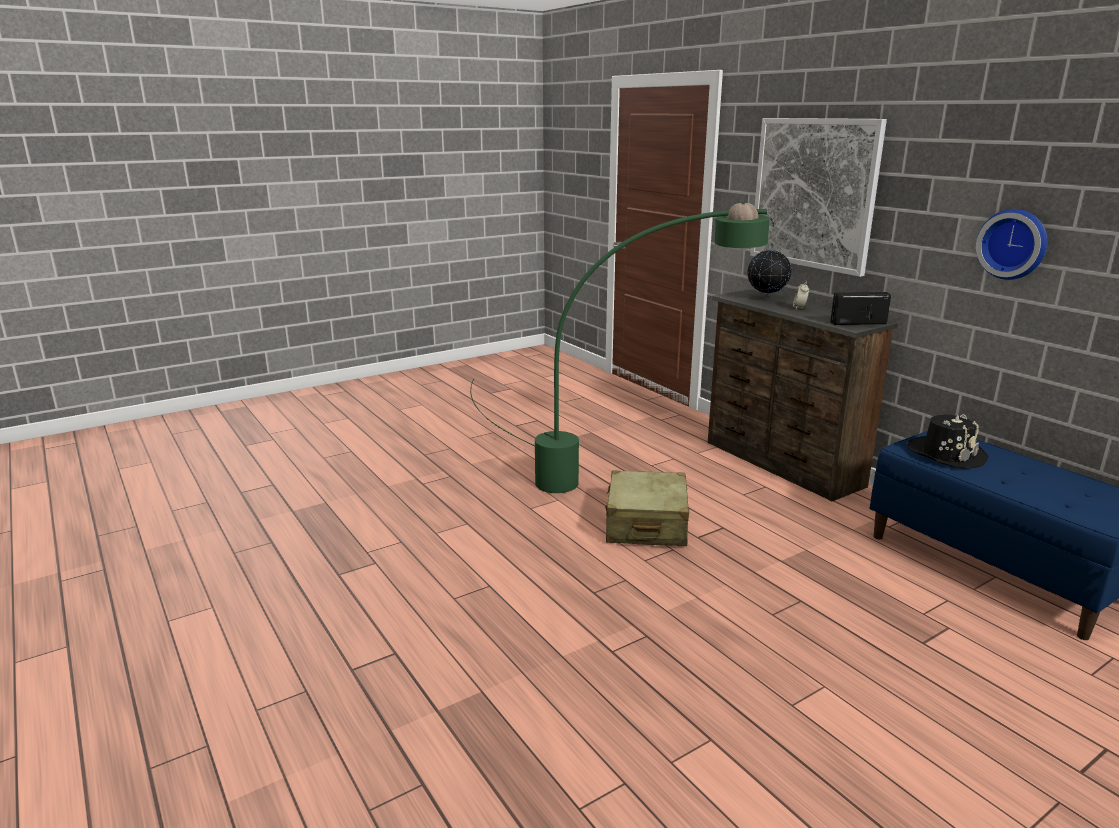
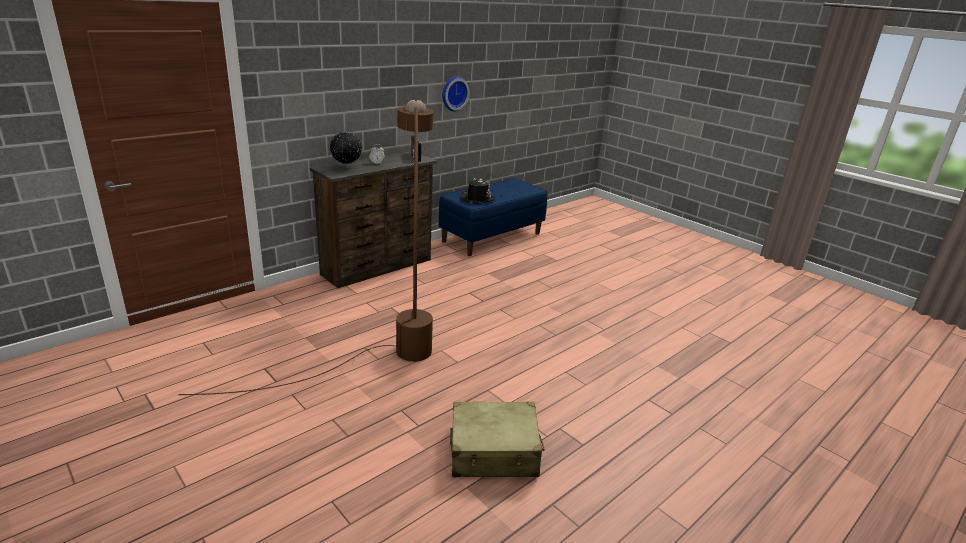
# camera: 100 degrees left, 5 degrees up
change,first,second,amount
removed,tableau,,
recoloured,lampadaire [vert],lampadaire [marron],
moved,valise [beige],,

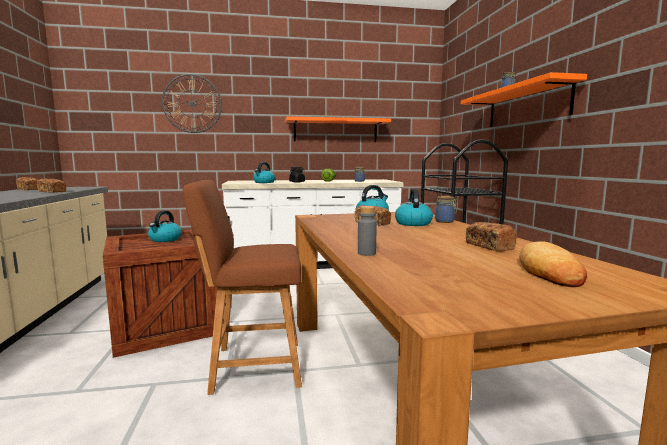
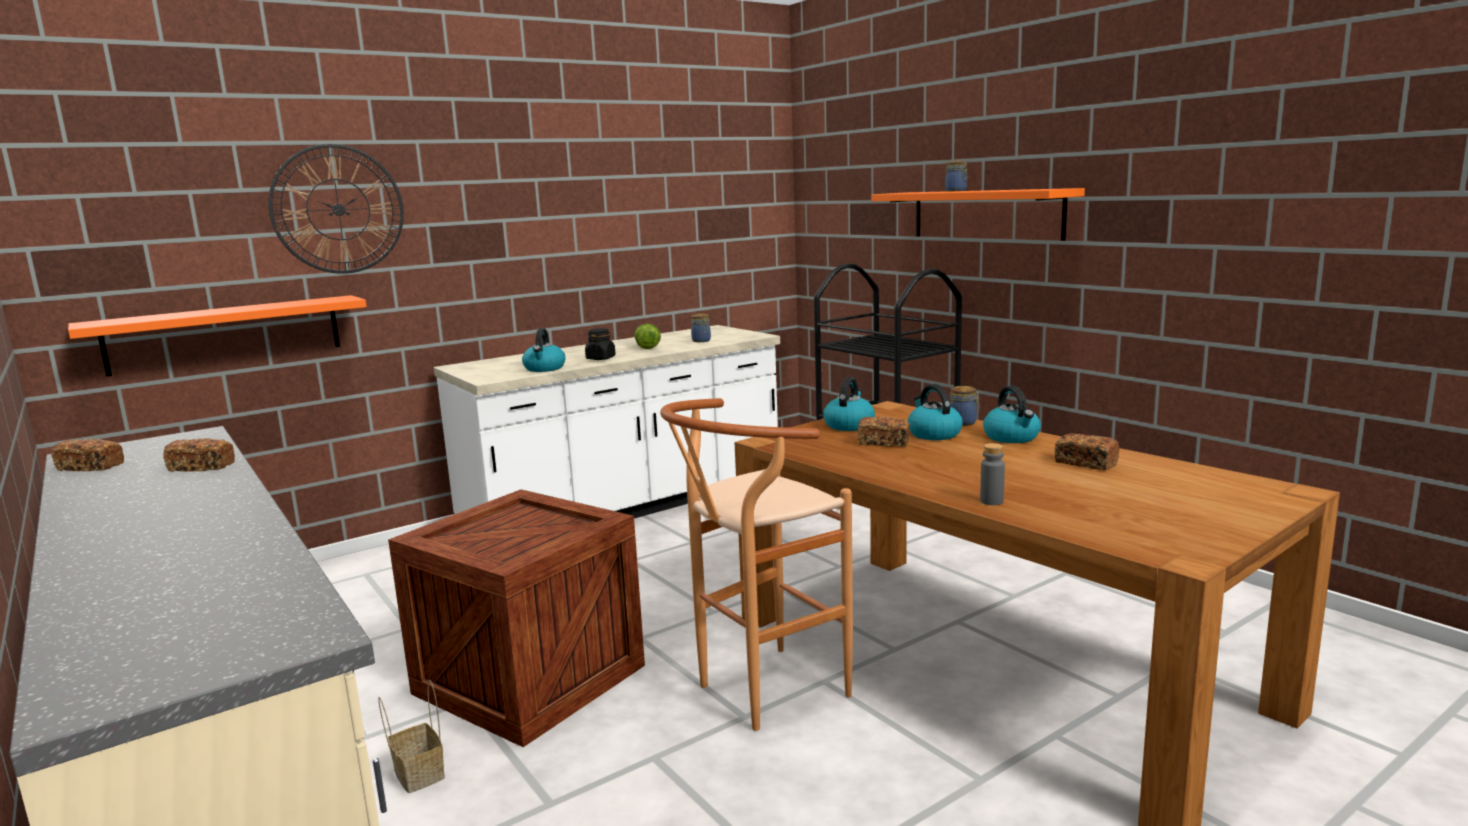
# camera: 25 degrees left, 5 degrees up
change,first,second,amount
moved,étagère [orange] (1st from left),,
replaced,chaise [marron],tabouret [marron],
moved,bouilloire (1st from left in the first image),bouilloire (4th from left),
removed,pain (5th from left),,
added,,panier,

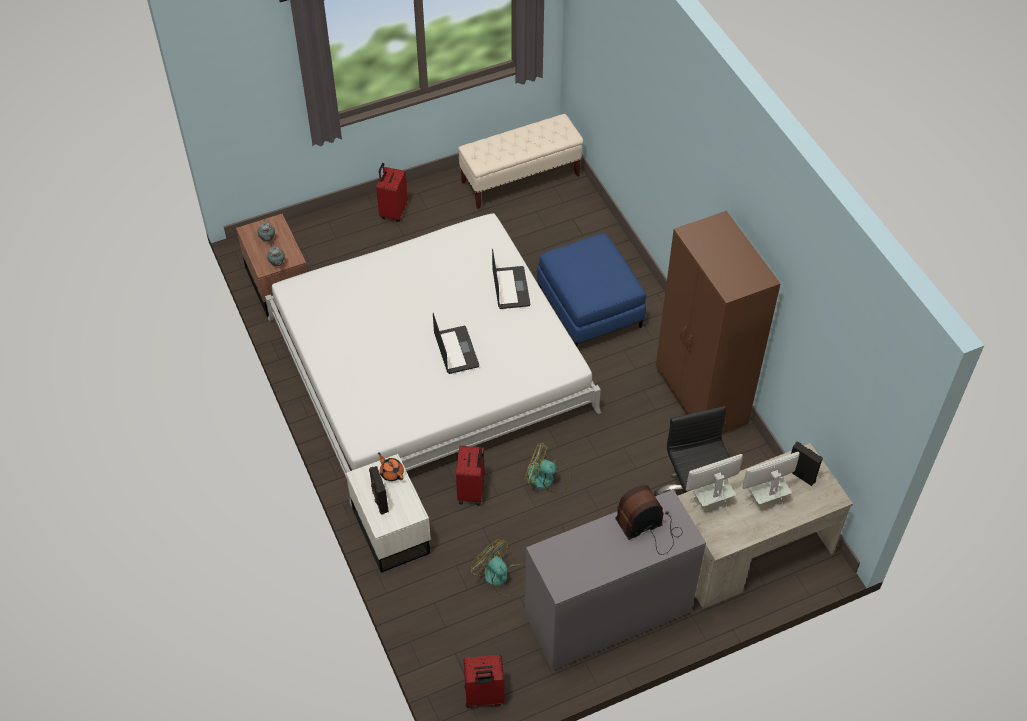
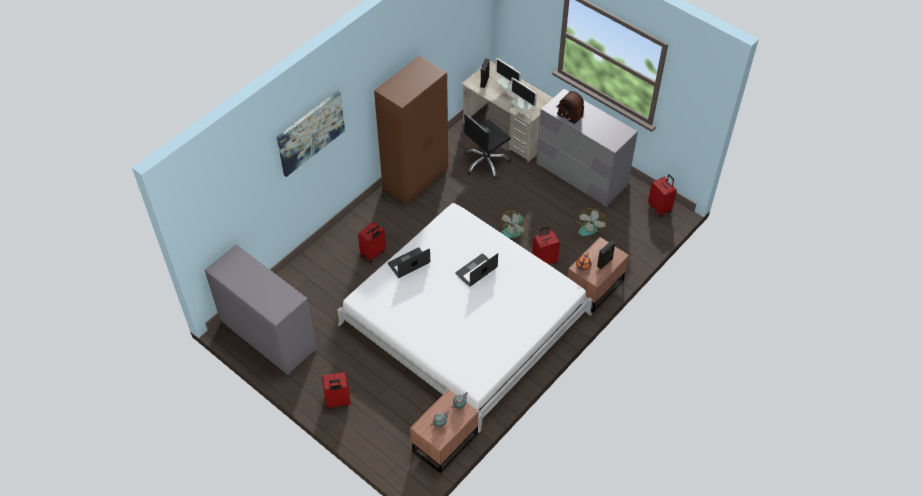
# camera: 115 degrees left, 0 degrees up
change,first,second,amount
replaced,banc [beige],commode [gris] (1st from left),
replaced,pouf [bleu],valise [rouge] (2nd from left),
turned,ventilateur (2nd from left in the first image),ventilateur (1st from left),45 degrees clockwise
recoloured,table de chevet [blanc],table de chevet [marron] (2nd from left),
added,,tableau,

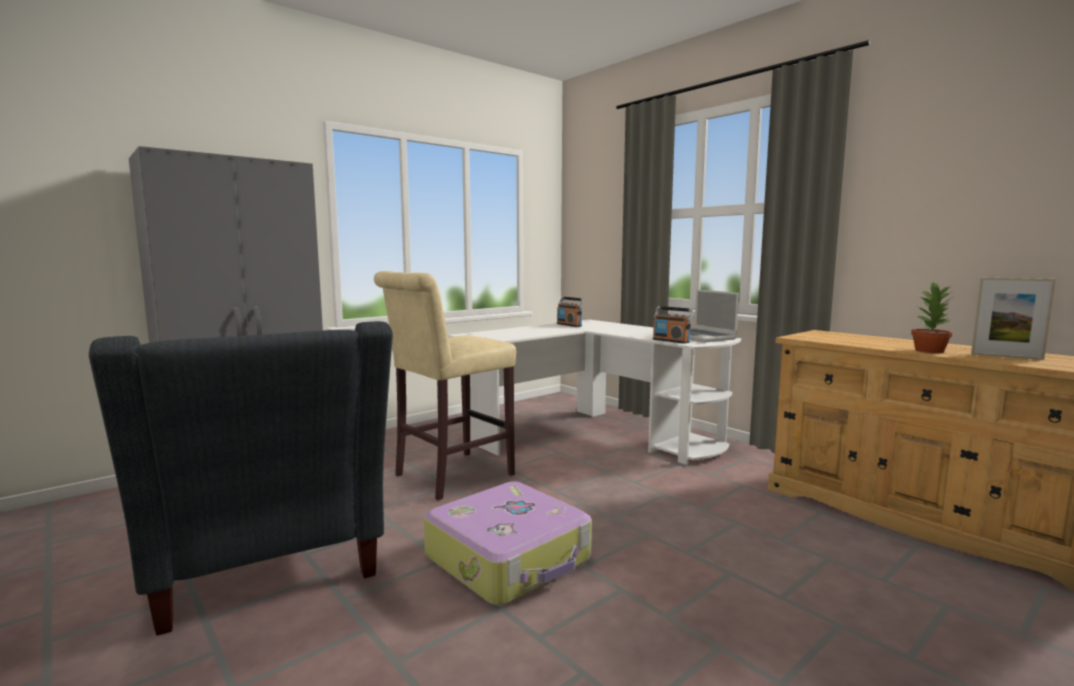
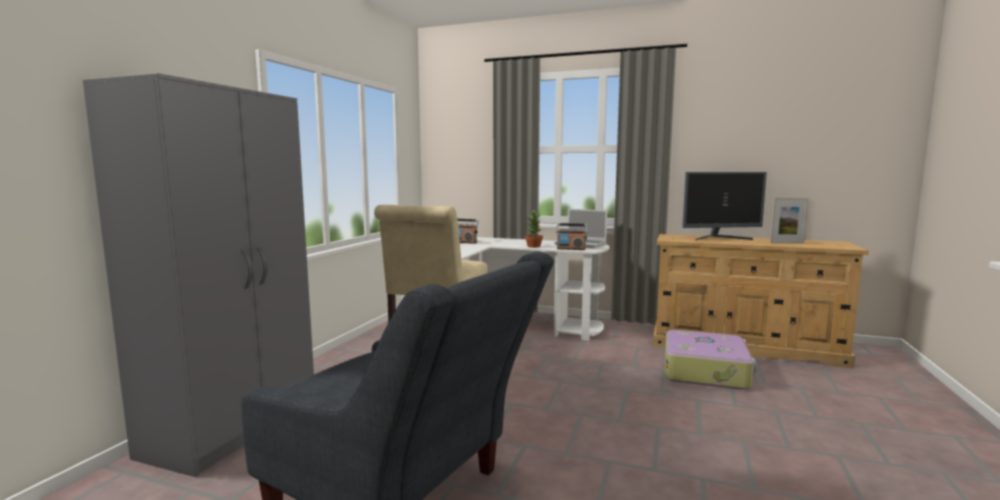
# camera: 30 degrees left, 0 degrees up
change,first,second,amount
moved,plante en pot,,
moved,valise,,
added,,écran d'ordinateur,

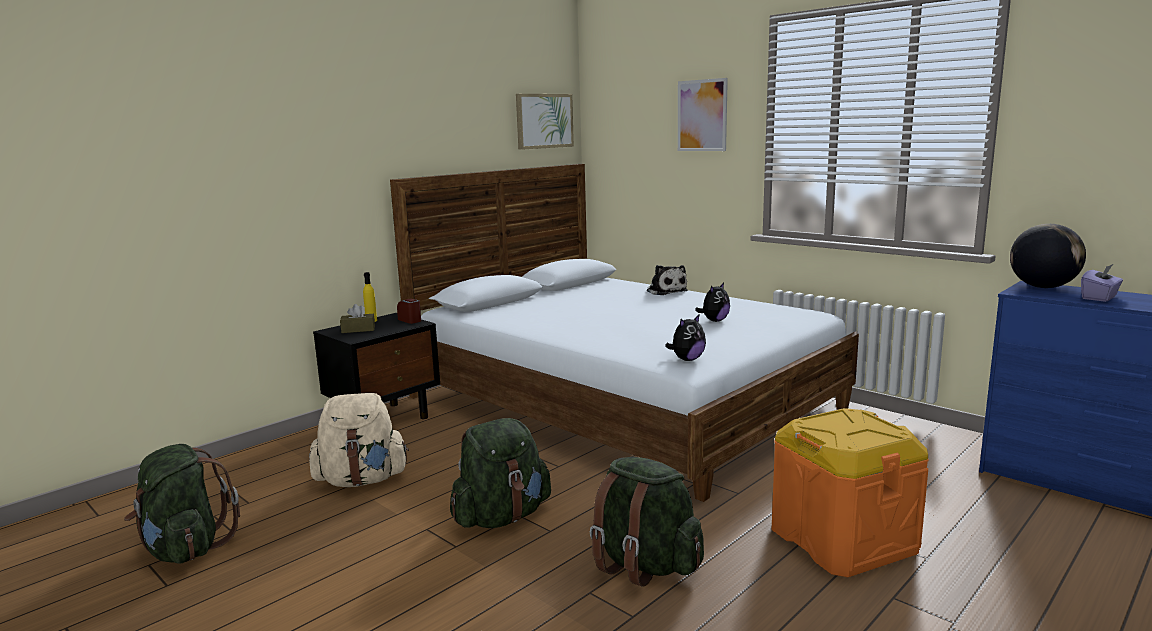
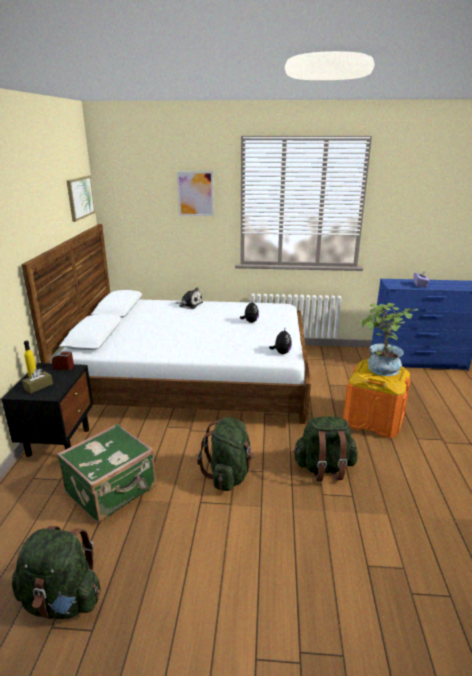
# camera: 40 degrees left, 10 degrees up
change,first,second,amount
removed,globe,,
replaced,sac à dos [beige],valise [vert],
added,,plante en pot,

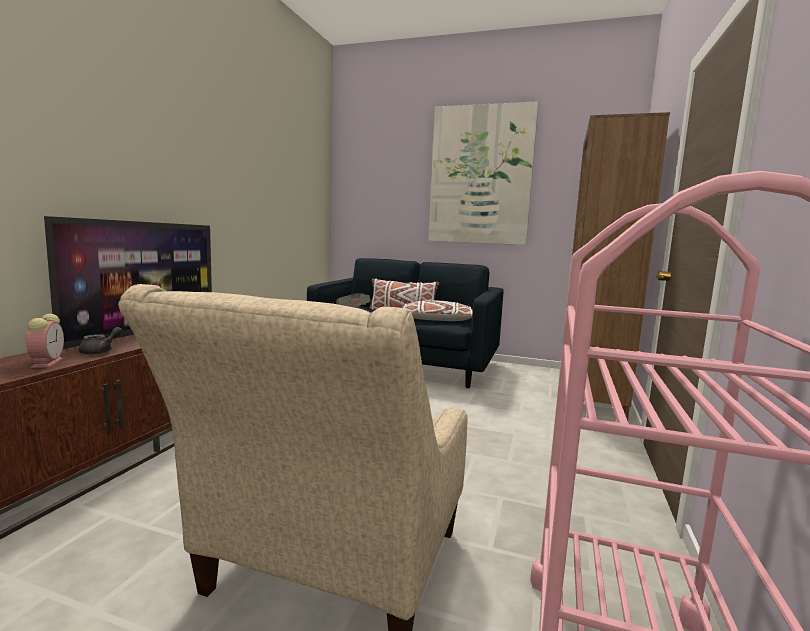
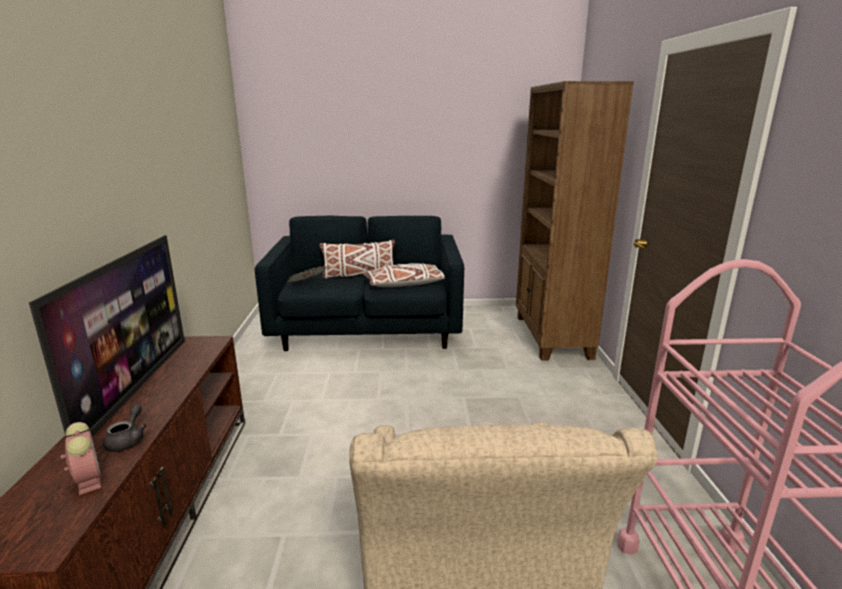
# camera: 20 degrees left, 10 degrees up
change,first,second,amount
removed,tableau,,

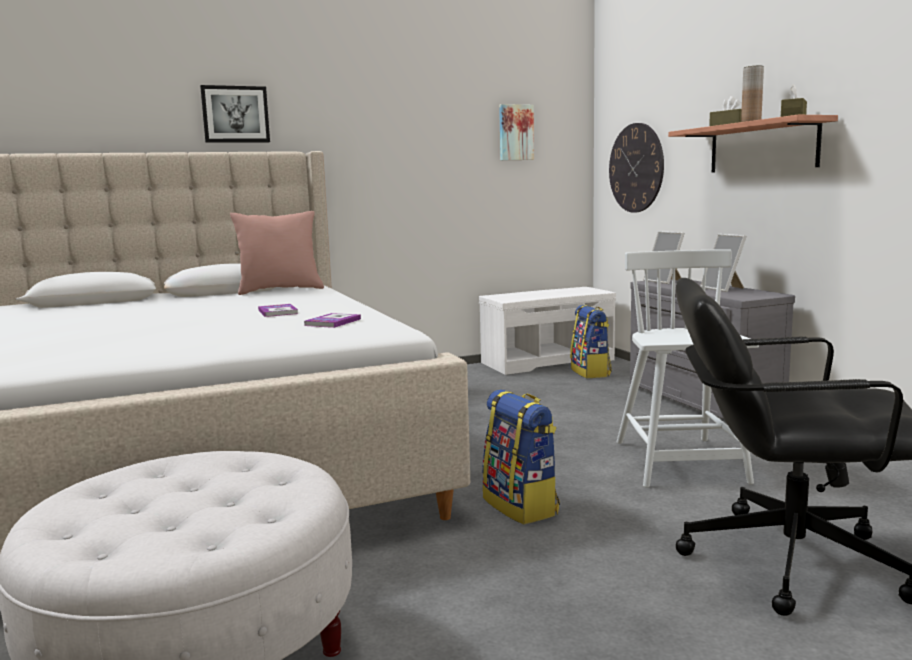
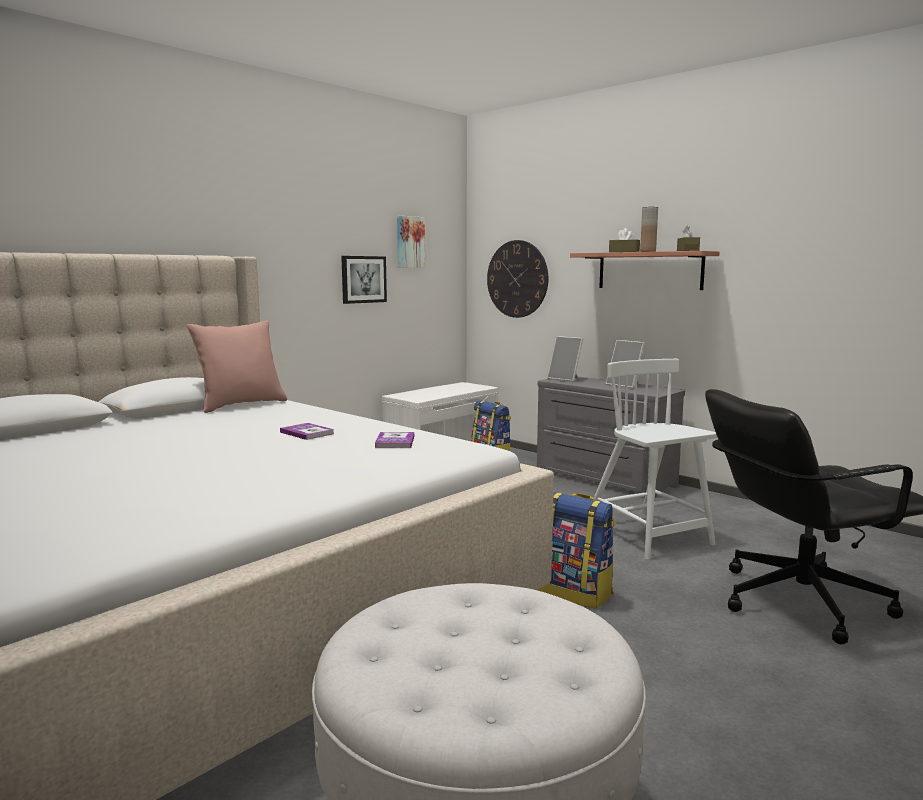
# camera: 25 degrees left, 0 degrees up
change,first,second,amount
moved,tableau (1st from left),,

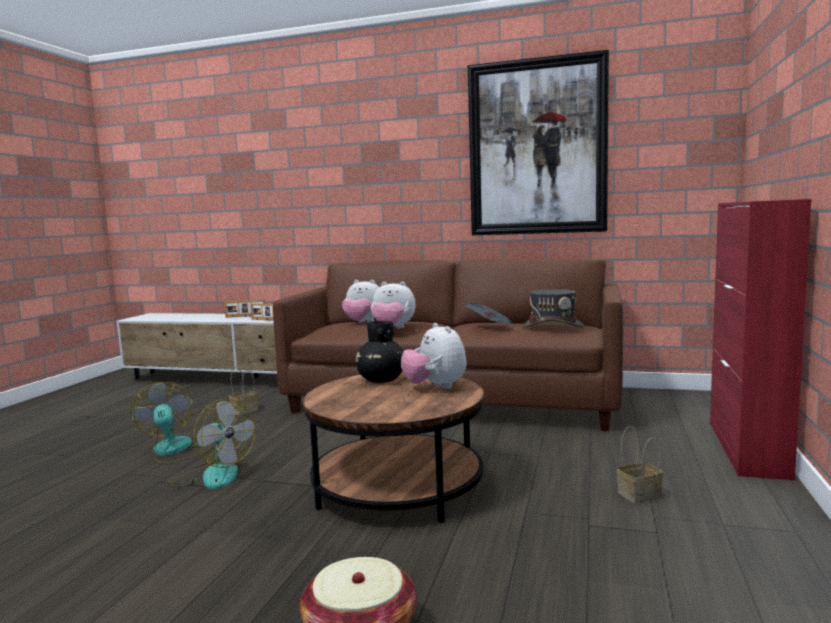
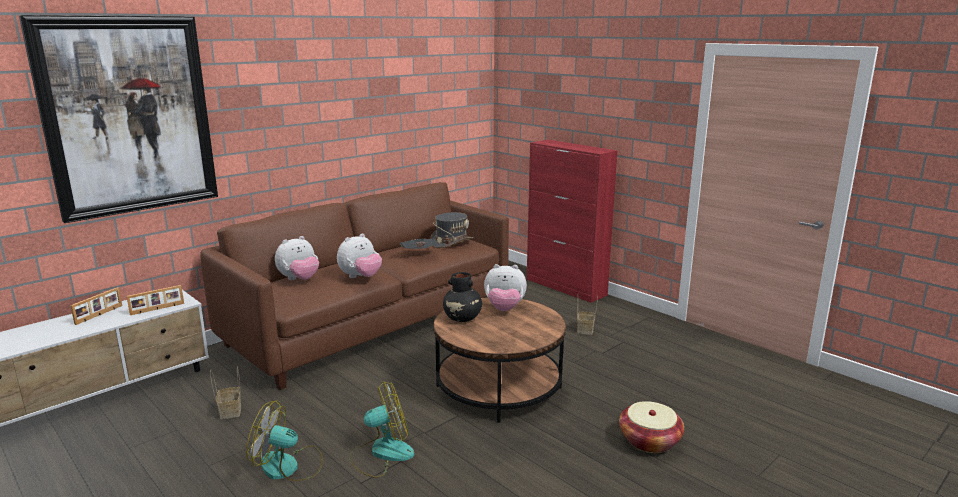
# camera: 60 degrees left, 10 degrees up
change,first,second,amount
moved,tableau,,

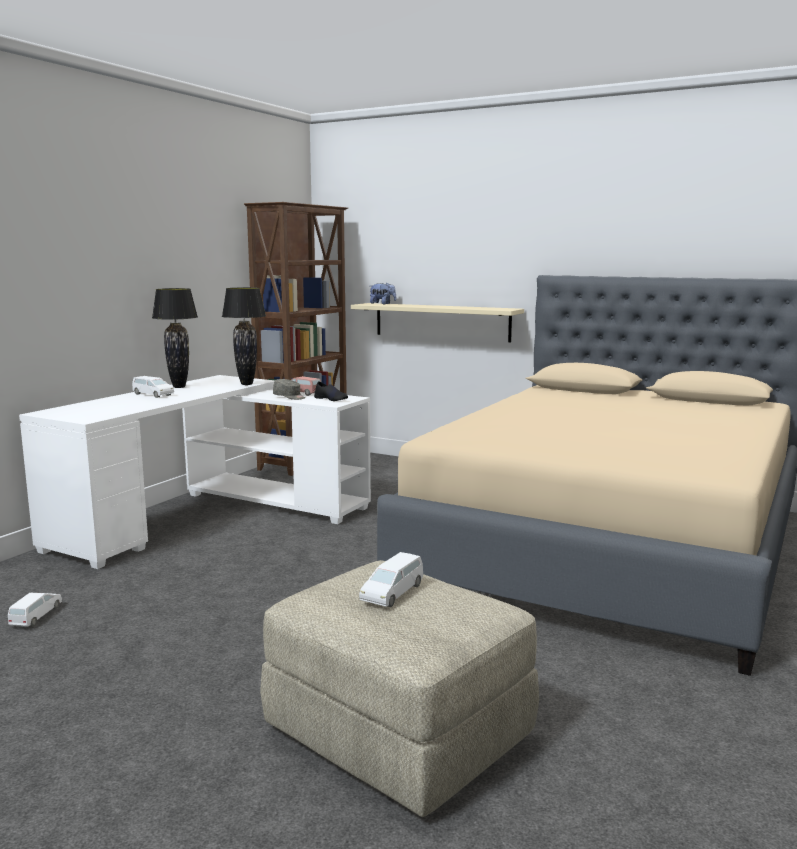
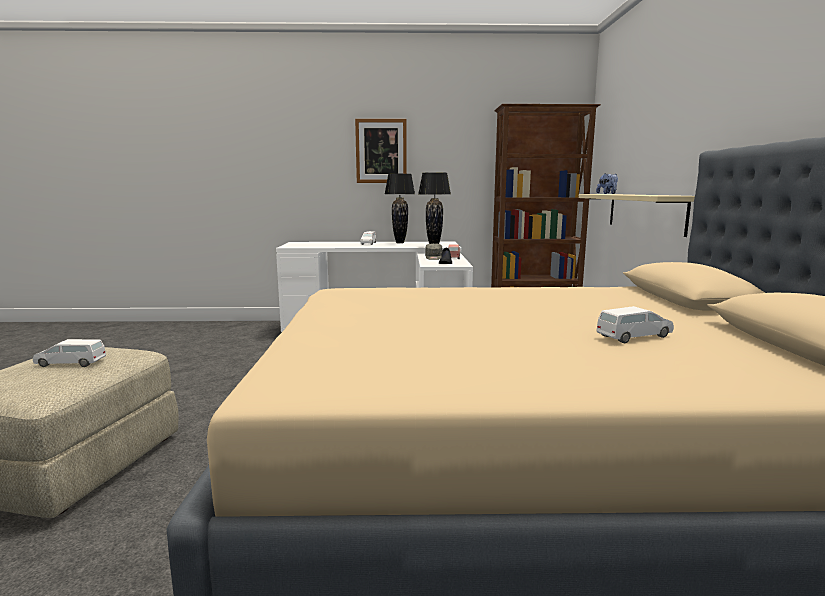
# camera: 60 degrees right, 0 degrees up
change,first,second,amount
moved,petite voiture [blanc] (1st from left in the first image),petite voiture [blanc] (3rd from left),
added,,tableau,

